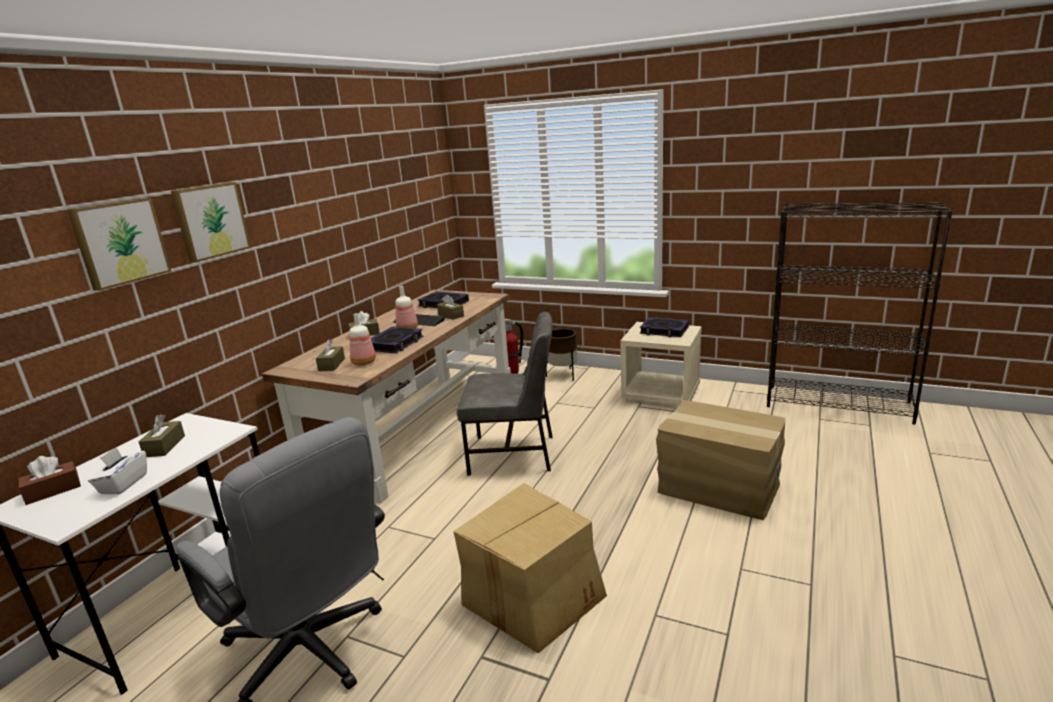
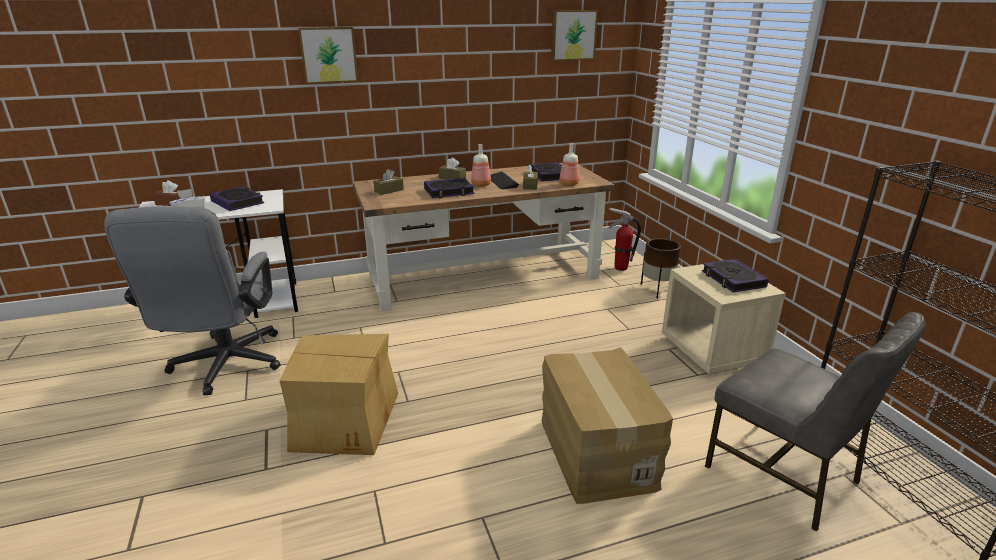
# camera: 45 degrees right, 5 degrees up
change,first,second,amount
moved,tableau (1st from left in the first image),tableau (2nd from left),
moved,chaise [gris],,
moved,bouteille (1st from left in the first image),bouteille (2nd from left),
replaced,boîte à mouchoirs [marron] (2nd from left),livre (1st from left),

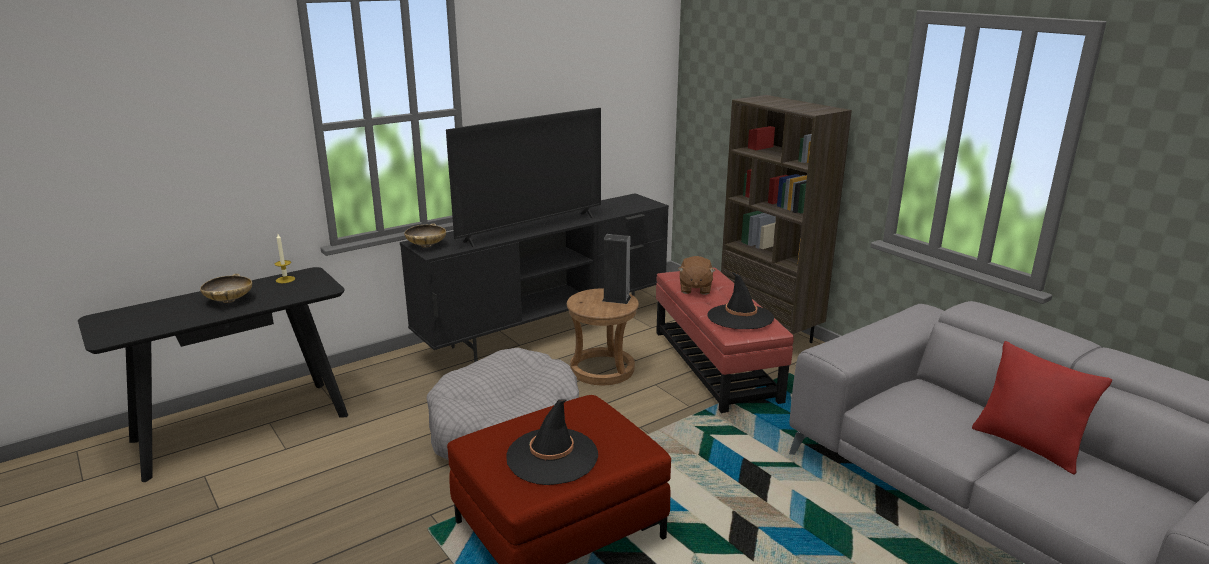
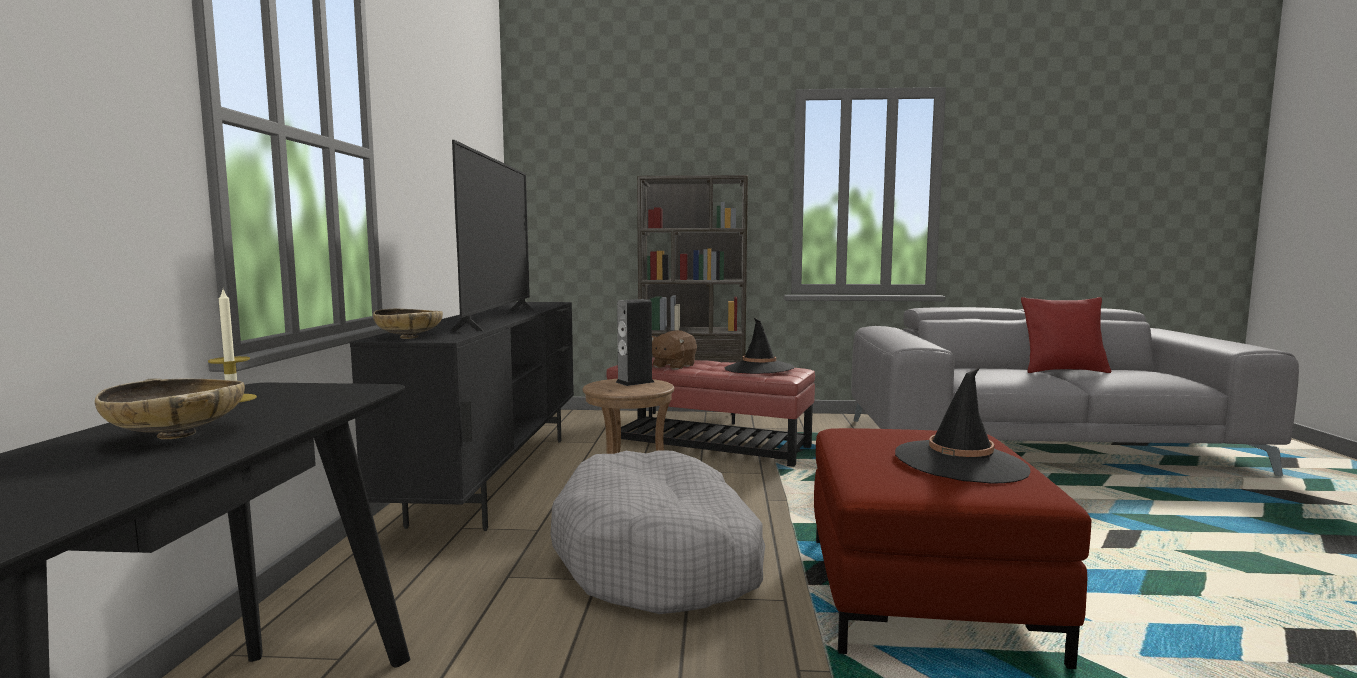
# camera: 50 degrees left, 15 degrees down
change,first,second,amount
turned,peluche [marron],,75 degrees clockwise

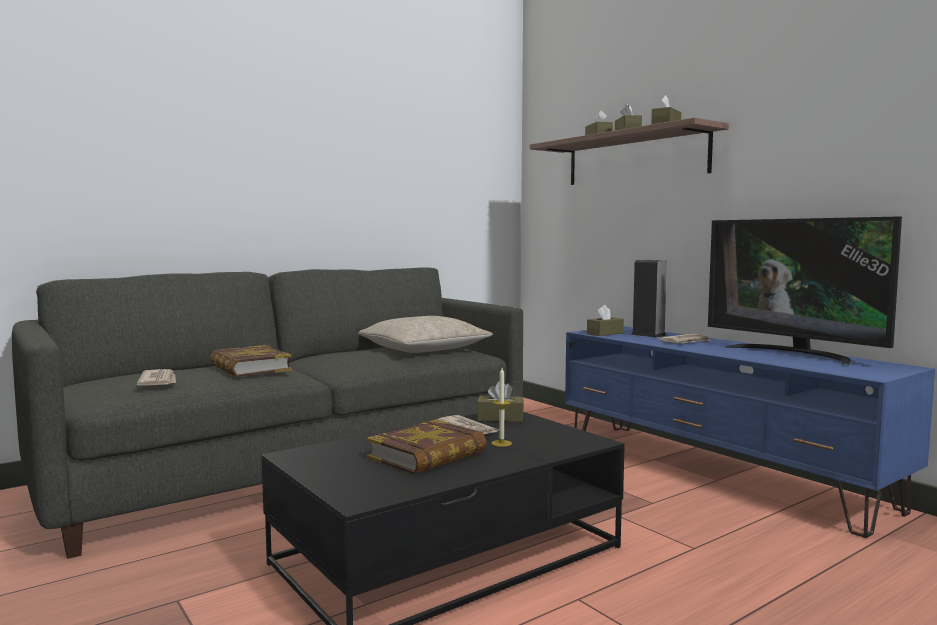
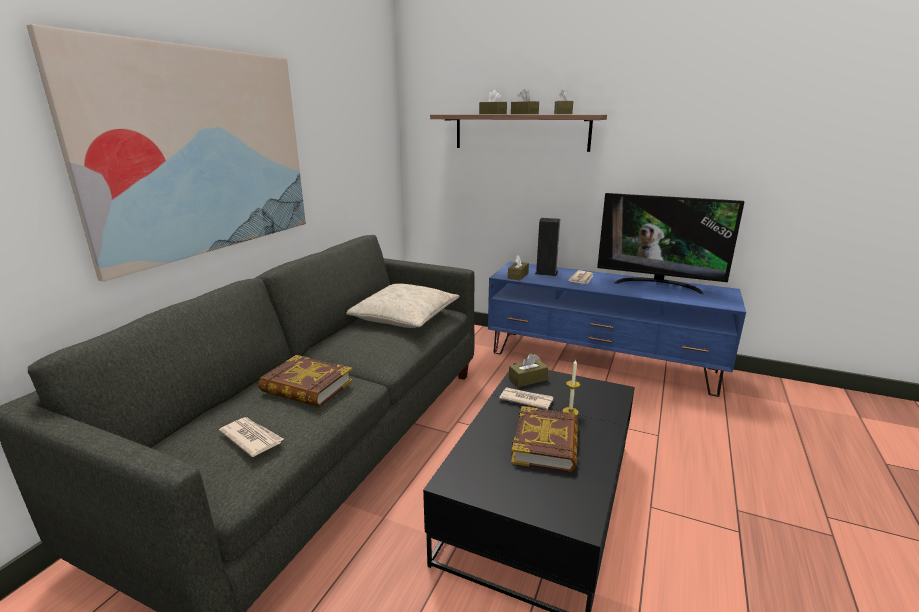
# camera: 30 degrees left, 15 degrees up
change,first,second,amount
added,,tableau,

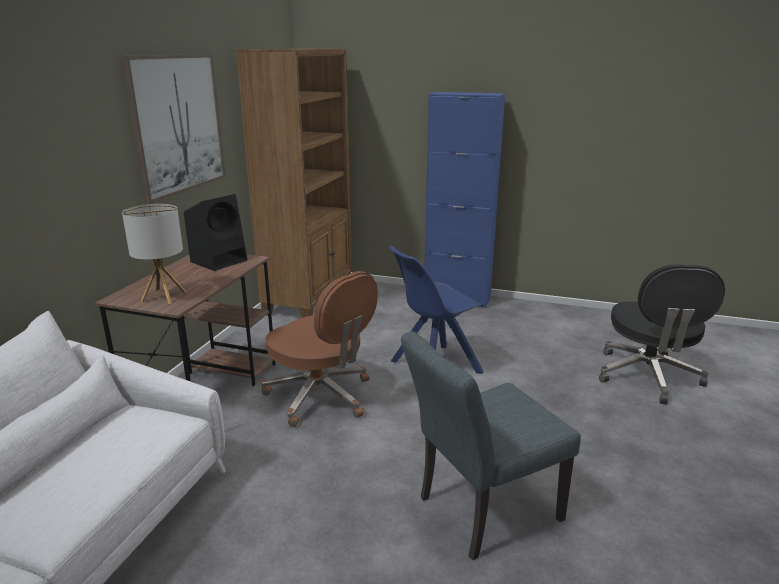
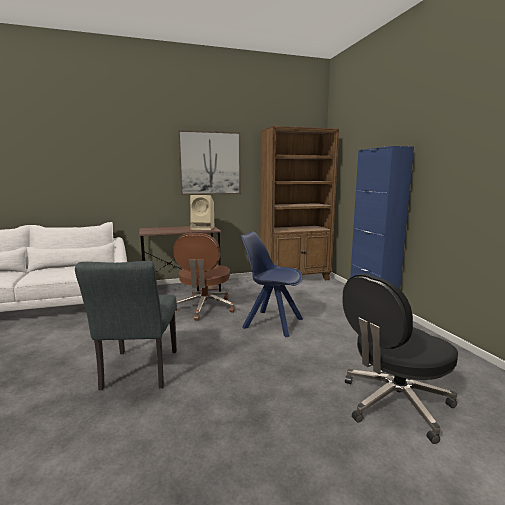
# camera: 55 degrees right, 10 degrees down
change,first,second,amount
recoloured,enceinte [noir],enceinte [beige],
removed,lampe de table,,
turned,chaise [gris],,120 degrees counterclockwise

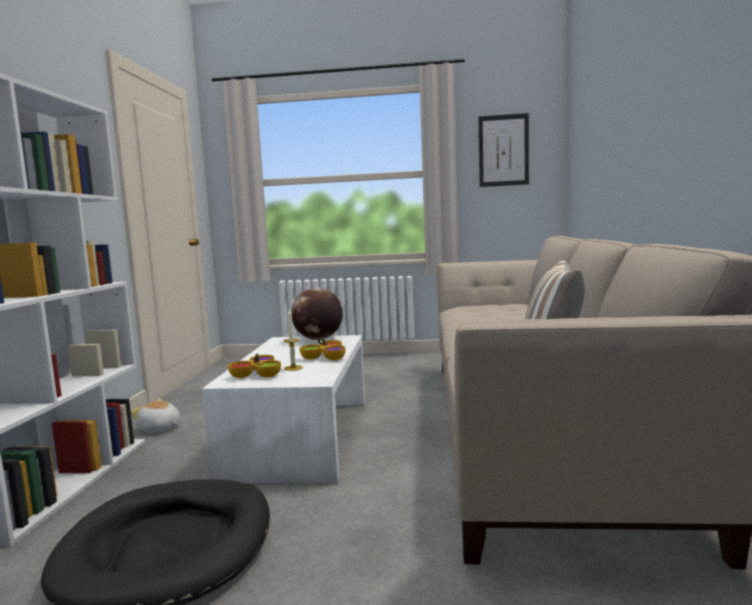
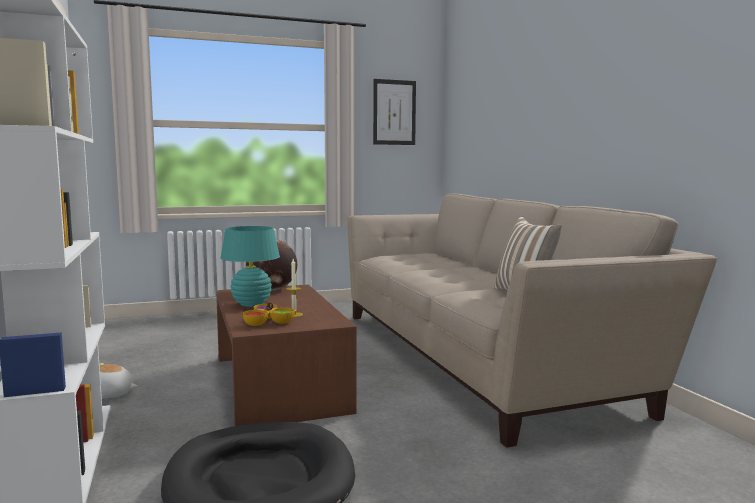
# camera: 25 degrees left, 0 degrees up
change,first,second,amount
recoloured,table basse [blanc],table basse [marron],
removed,bol (2nd from left),,
added,,lampe de table [turquoise],

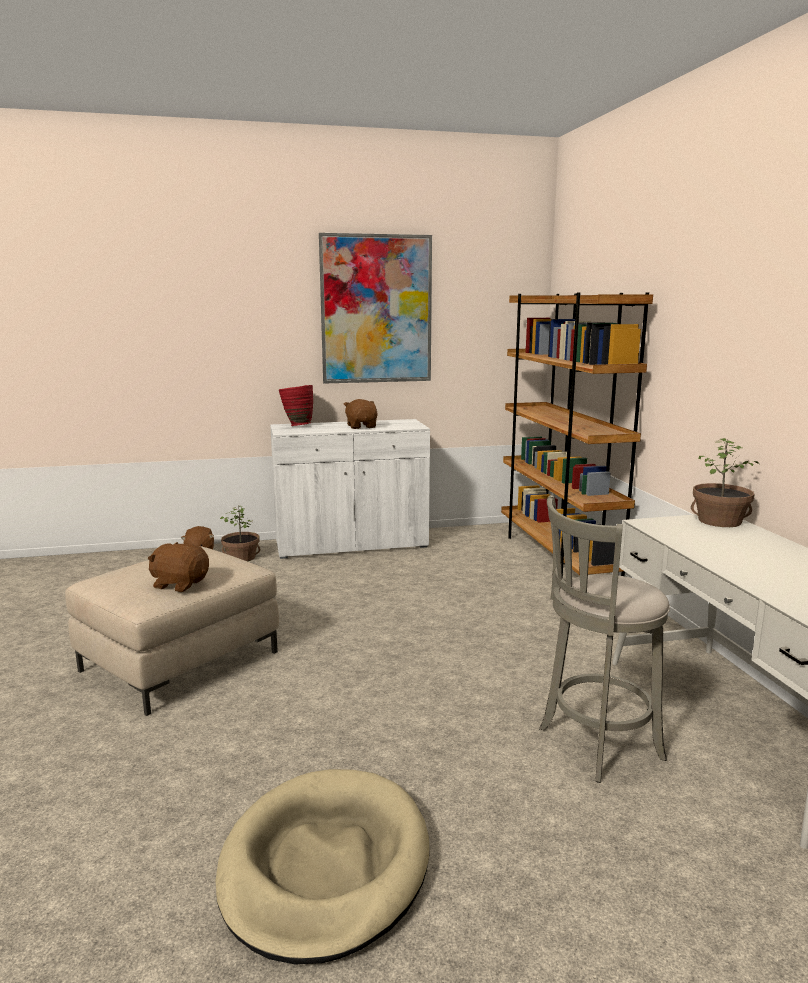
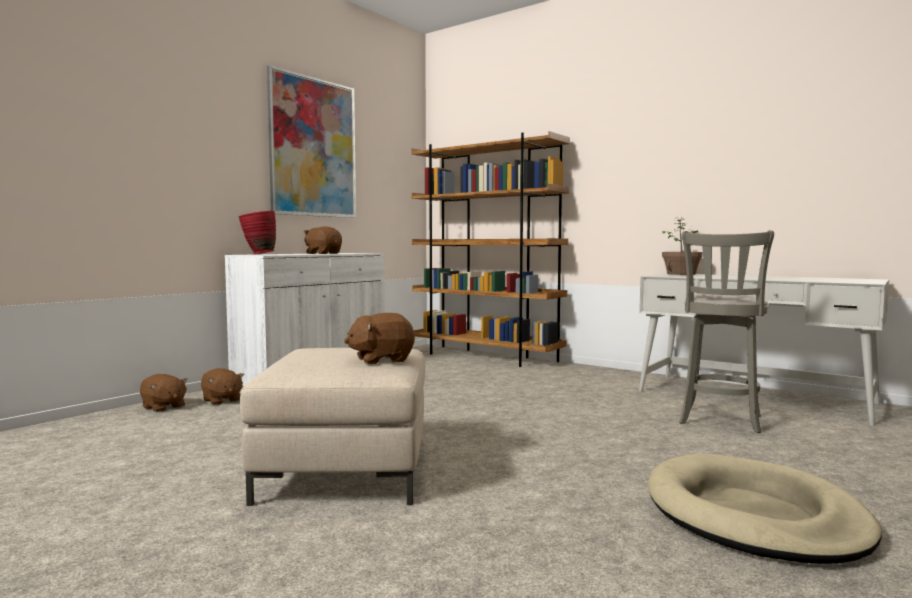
# camera: 40 degrees left, 10 degrees down
change,first,second,amount
replaced,plante en pot (1st from left),peluche [marron] (2nd from left),

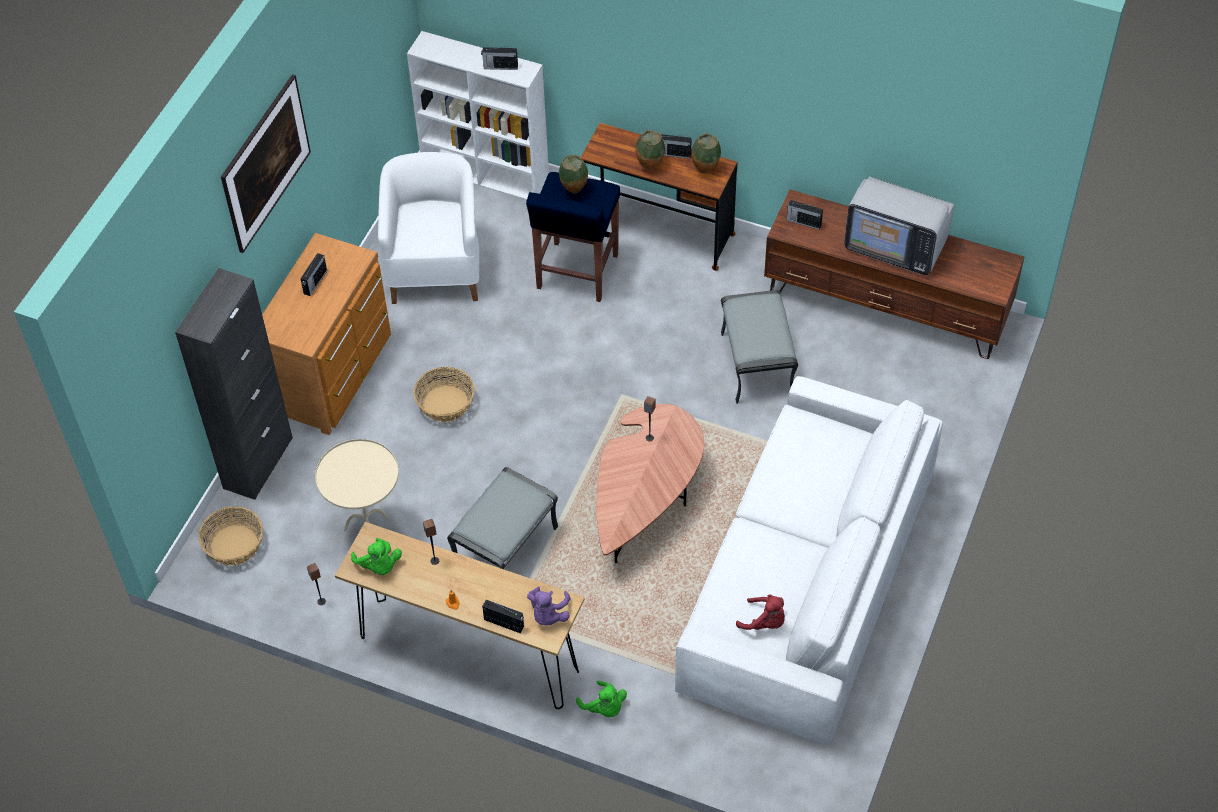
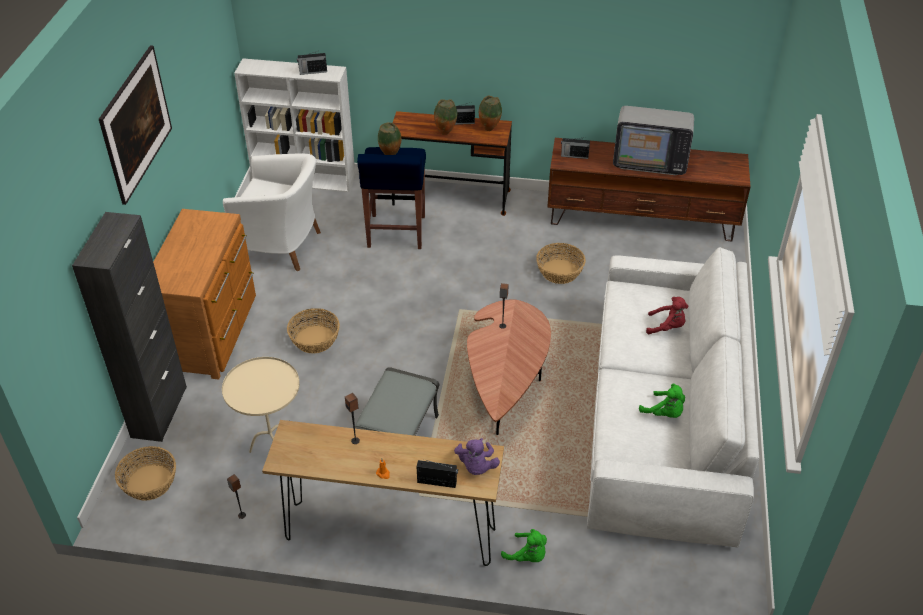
# camera: 15 degrees left, 10 degrees down
change,first,second,amount
turned,fauteuil [blanc],,120 degrees clockwise
removed,radio (1st from left),,
replaced,pouf [gris] (2nd from left),panier (3rd from left),
moved,peluche [vert] (1st from left in the first image),peluche [vert] (2nd from left),
moved,peluche [rouge],,

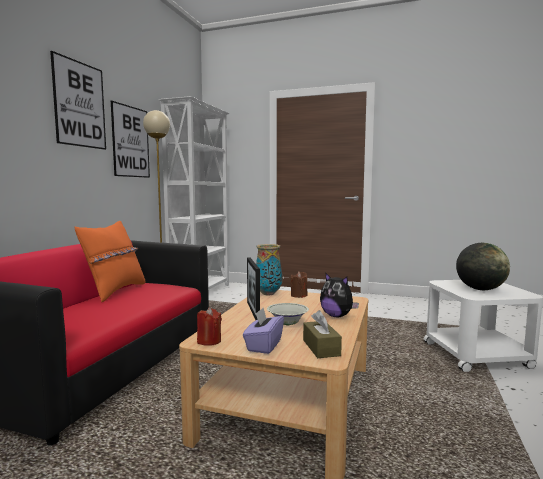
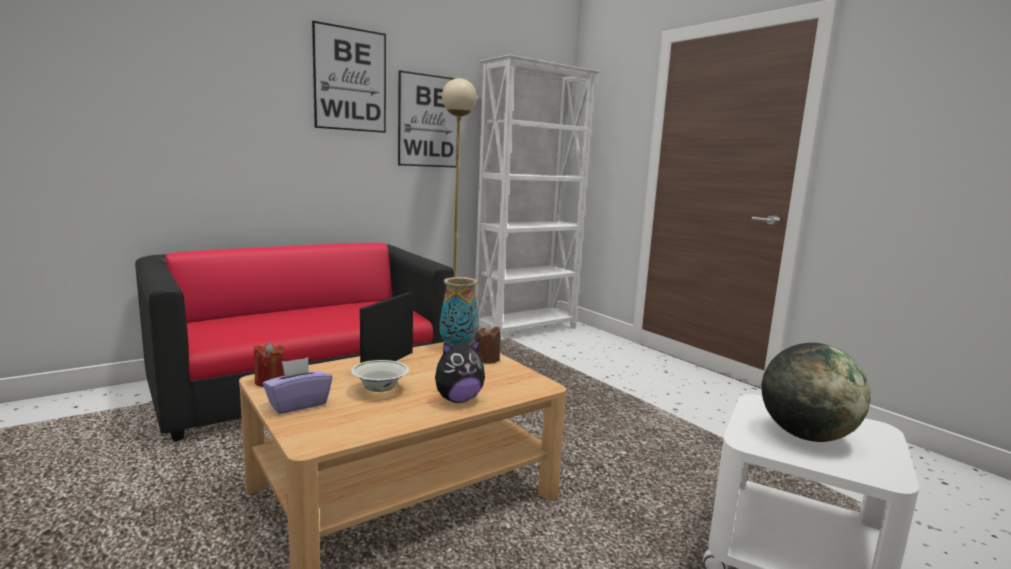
# camera: 35 degrees right, 5 degrees up
change,first,second,amount
removed,coussin [orange],,
turned,peluche,,105 degrees counterclockwise
removed,boîte à mouchoirs [marron],,

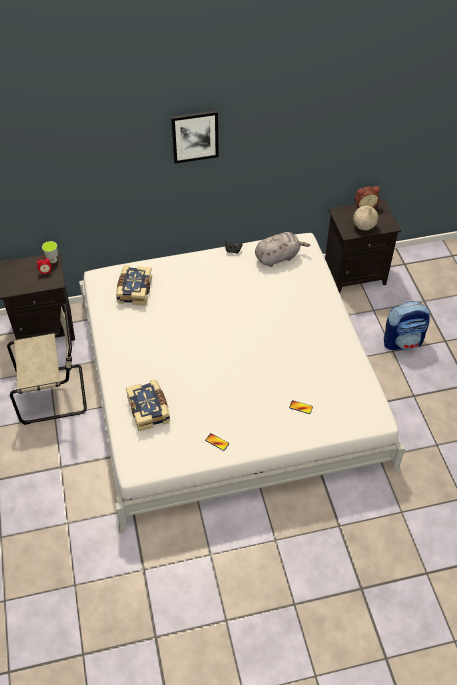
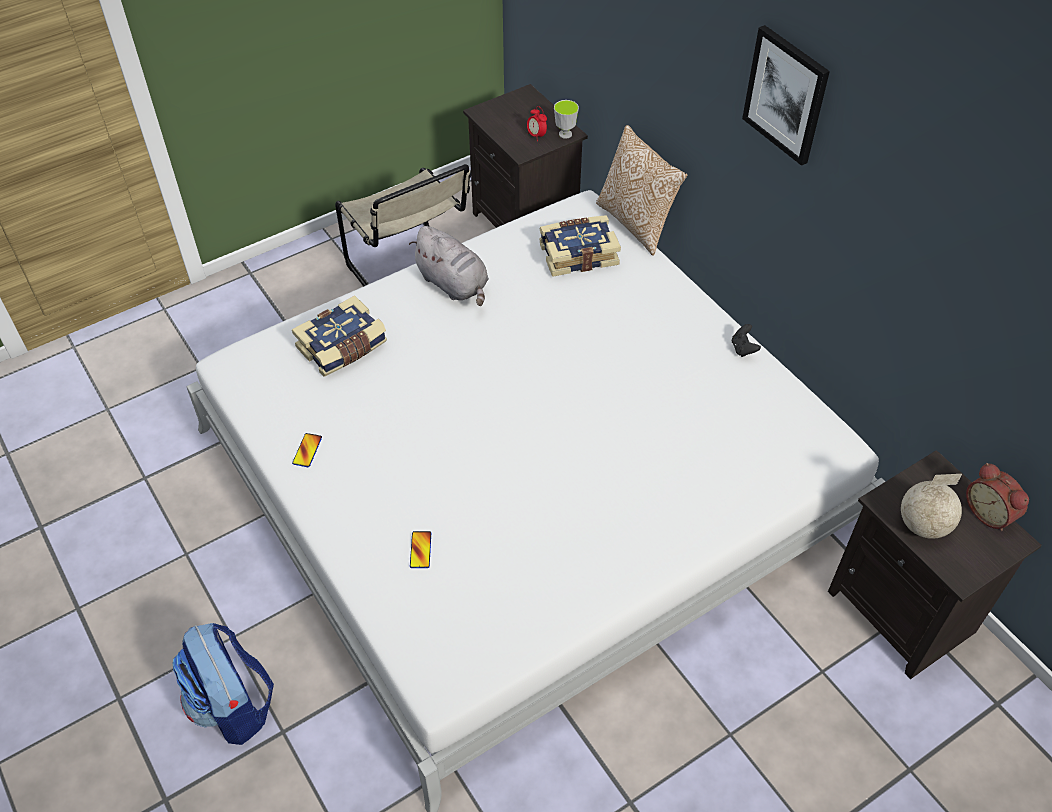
# camera: 70 degrees right, 0 degrees up
change,first,second,amount
moved,peluche [gris],,
moved,sac à dos,,
added,,coussin,

